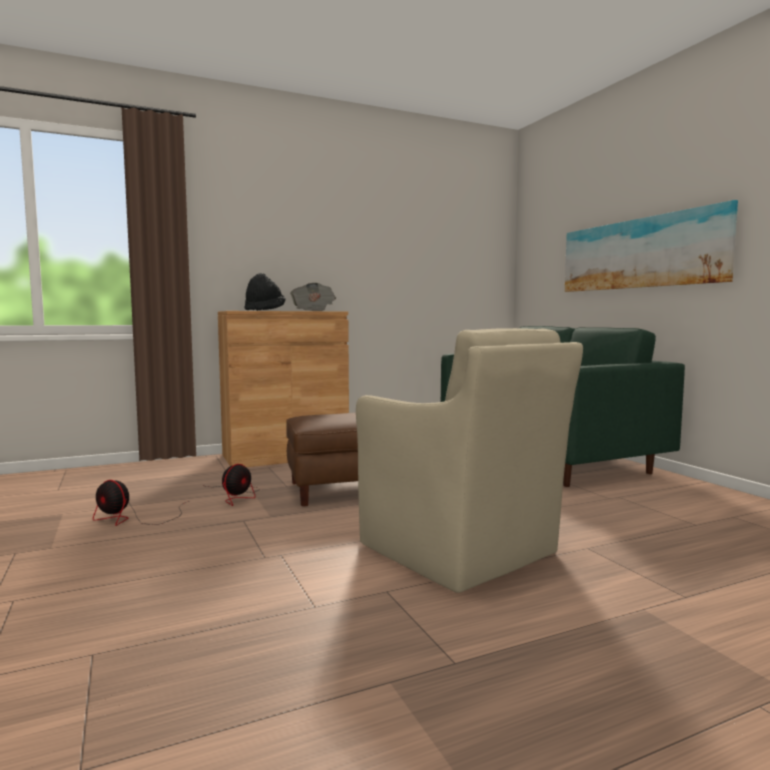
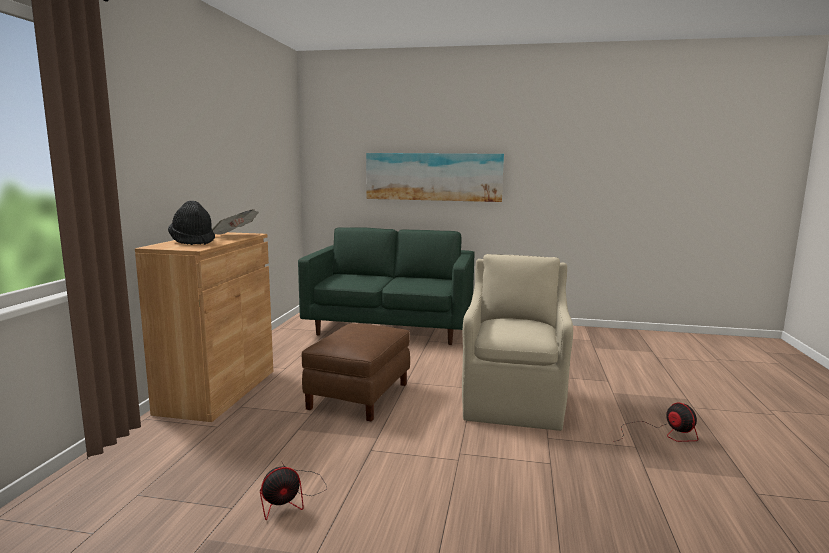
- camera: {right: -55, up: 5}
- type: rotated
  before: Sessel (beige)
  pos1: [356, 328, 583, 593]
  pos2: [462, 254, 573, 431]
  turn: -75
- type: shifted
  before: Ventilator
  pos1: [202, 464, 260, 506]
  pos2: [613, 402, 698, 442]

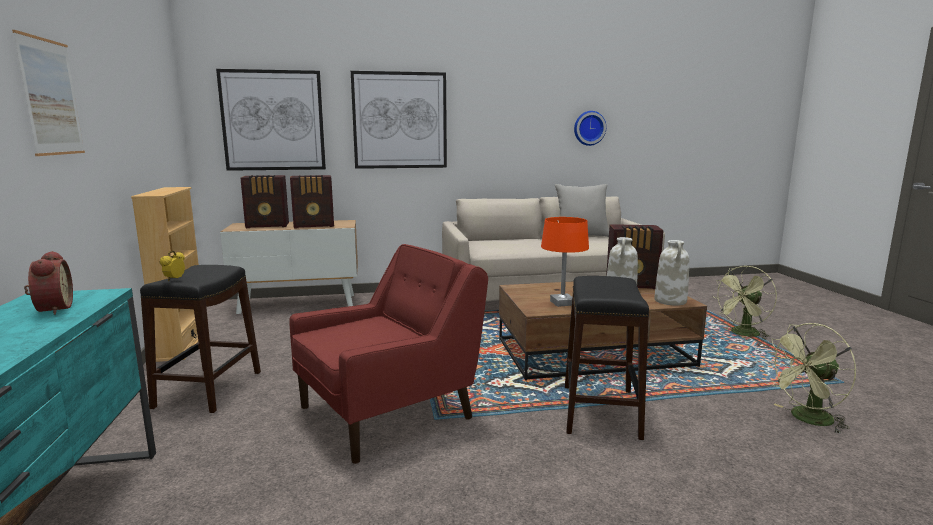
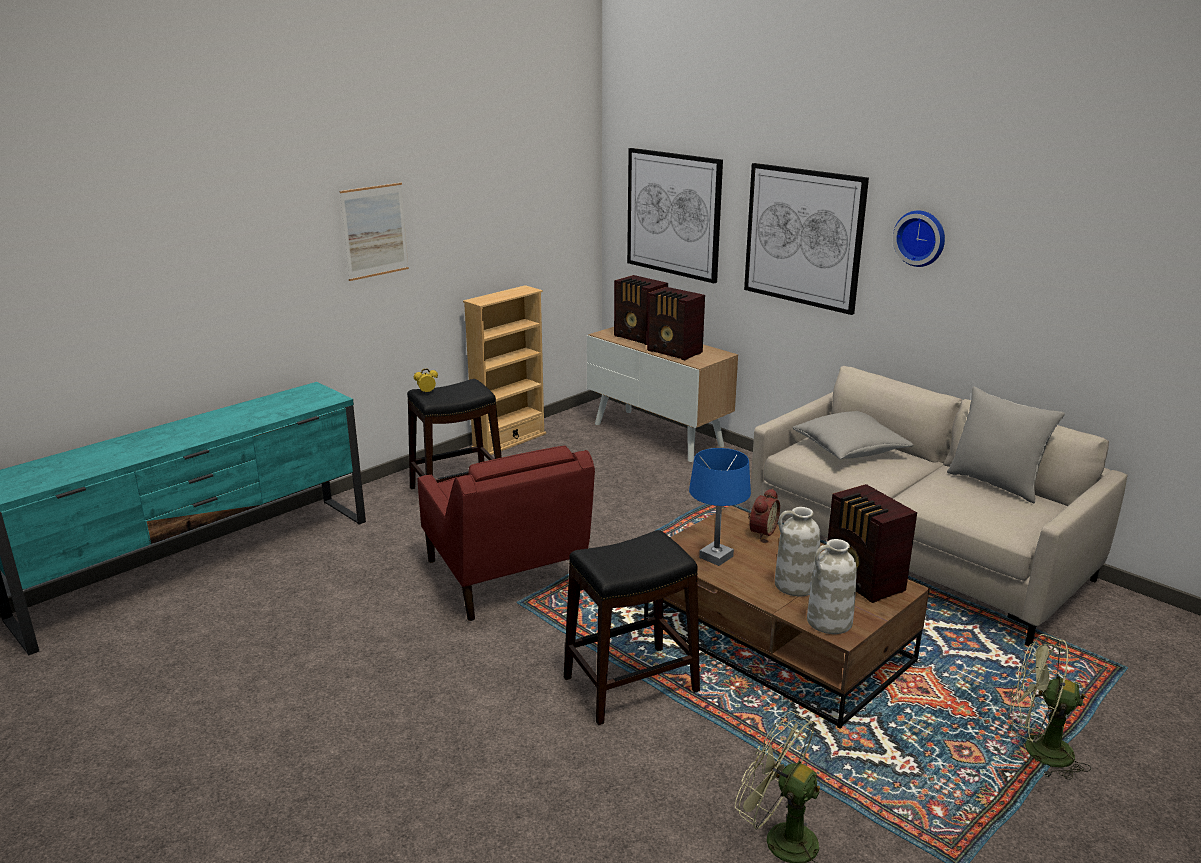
- camera: {right: 55, up: 10}
- type: shifted
  before: Wanduhr
  pos1: [574, 111, 606, 146]
  pos2: [893, 210, 945, 267]
- type: repainted
  before: Tischlampe (orange)
  after: Tischlampe (blau)
  pos1: [541, 217, 589, 307]
  pos2: [689, 448, 751, 566]
- type: rotated
  before: Sessel (rot)
  pos1: [290, 244, 488, 464]
  pos2: [417, 446, 595, 621]
  turn: 45
- type: shifted
  before: Wecker
  pos1: [24, 251, 73, 315]
  pos2: [748, 488, 780, 539]
- type: new
  after: Kissen (grau)
  pos2: [792, 411, 914, 459]

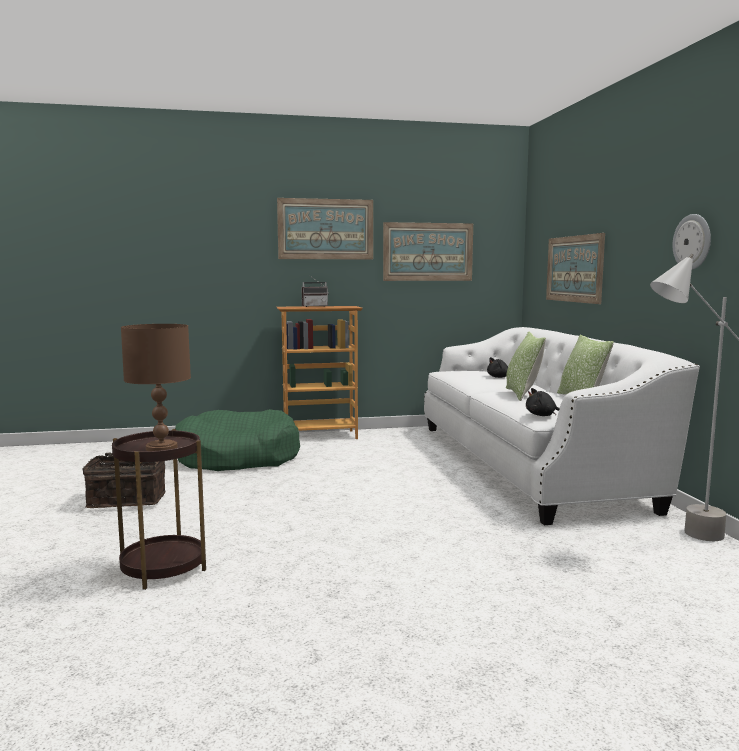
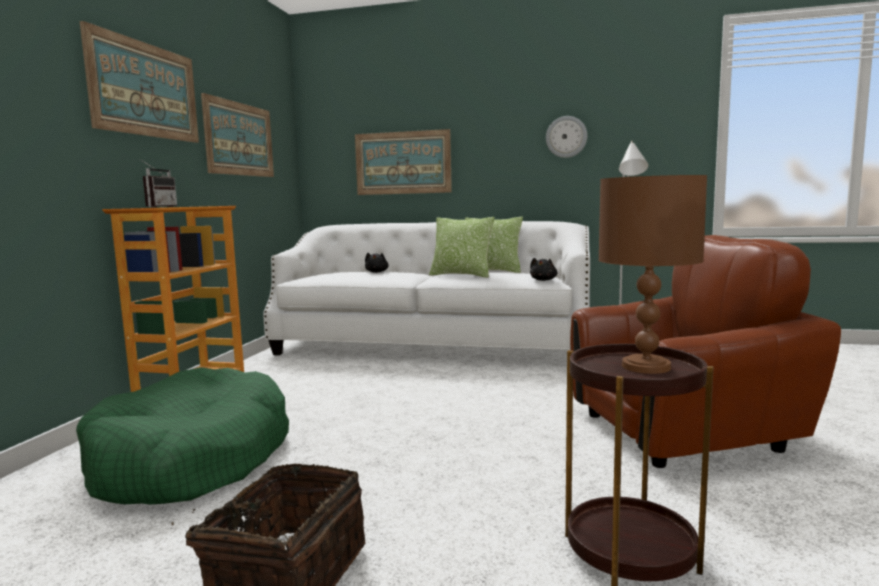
- camera: {right: -65, up: 0}
- type: new
  after: Sessel (braun)
  pos2: [570, 235, 841, 468]

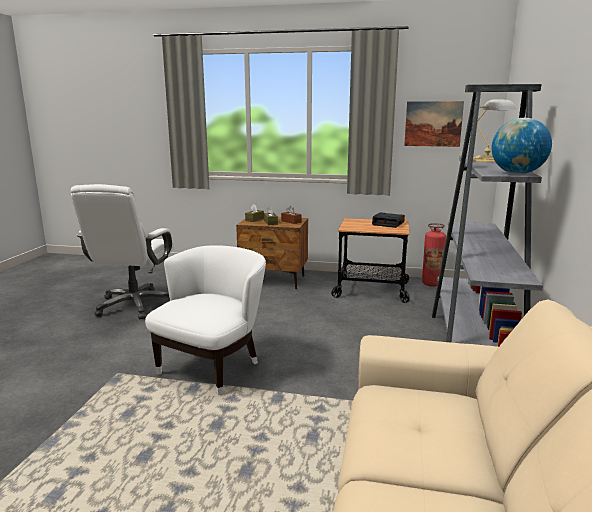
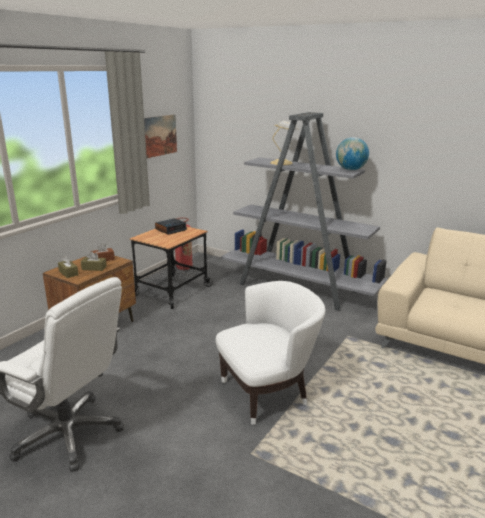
- camera: {right: -70, up: 5}
- type: rotated
  before: Sessel (weiß)
  pos1: [145, 245, 266, 395]
  pos2: [216, 281, 326, 425]
  turn: 105

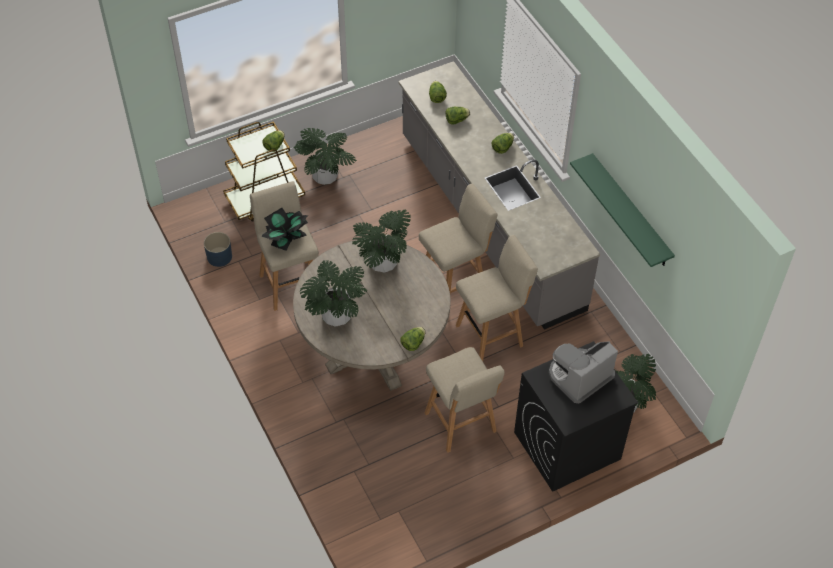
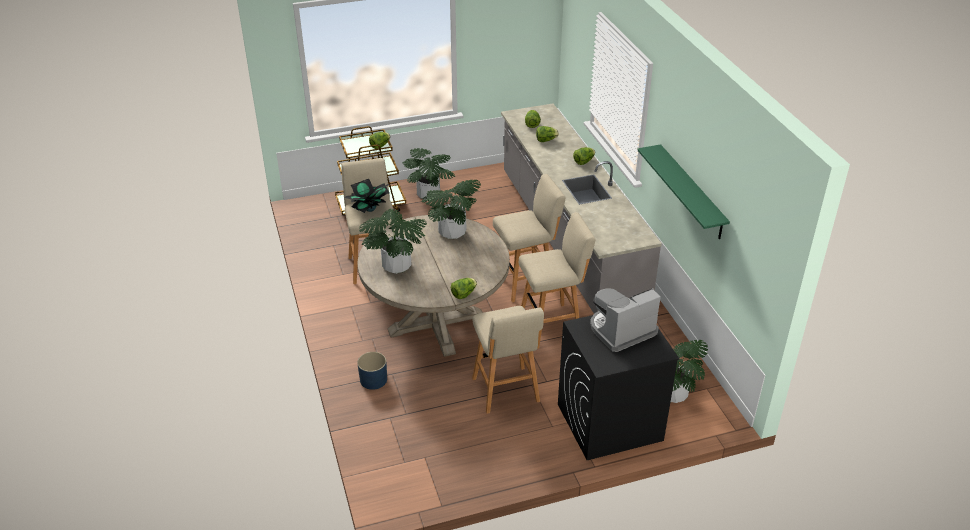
- camera: {right: 10, up: -15}
- type: shifted
  before: Pflanzkübel (blau)
  pos1: [204, 232, 232, 267]
  pos2: [357, 352, 387, 390]

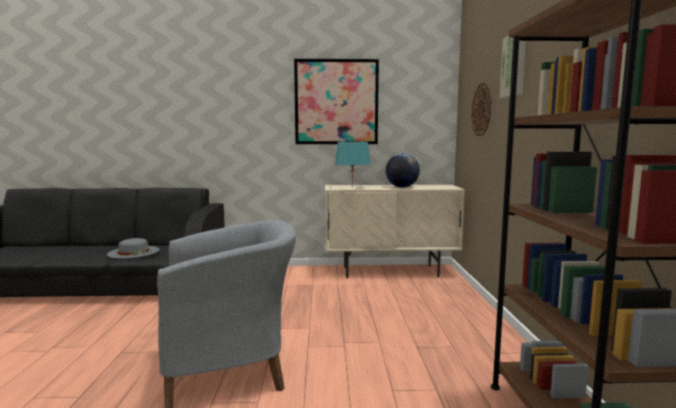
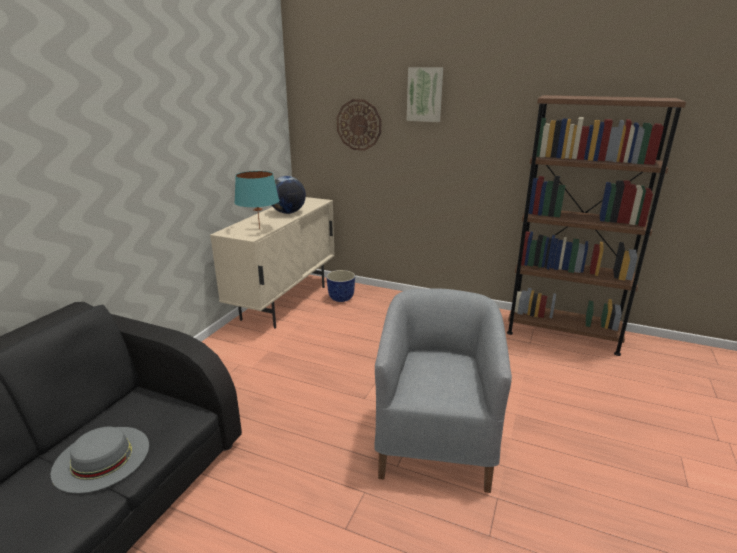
- camera: {right: -65, up: 15}
- type: gone
  before: Bild
  pos1: [294, 59, 379, 144]
- type: new
  after: Pflanzkübel
  pos2: [326, 270, 355, 302]

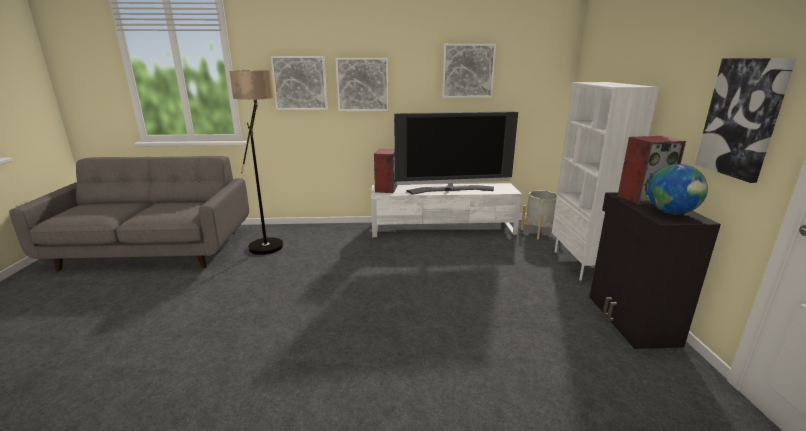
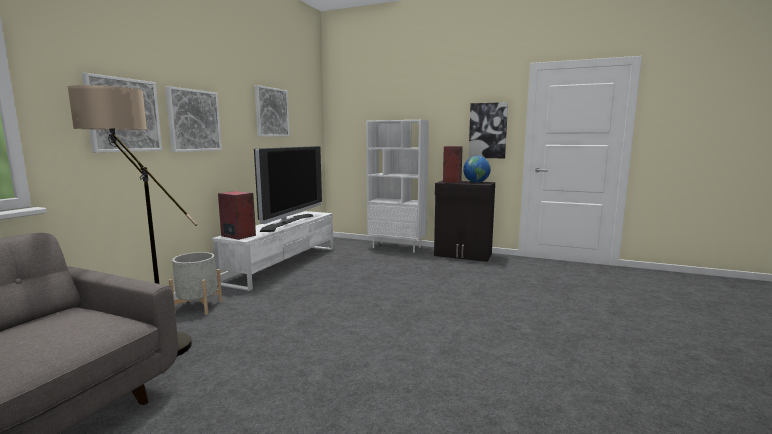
- camera: {right: -65, up: -10}
- type: shifted
  before: Pflanzkübel (grau)
  pos1: [521, 191, 557, 239]
  pos2: [169, 252, 222, 315]

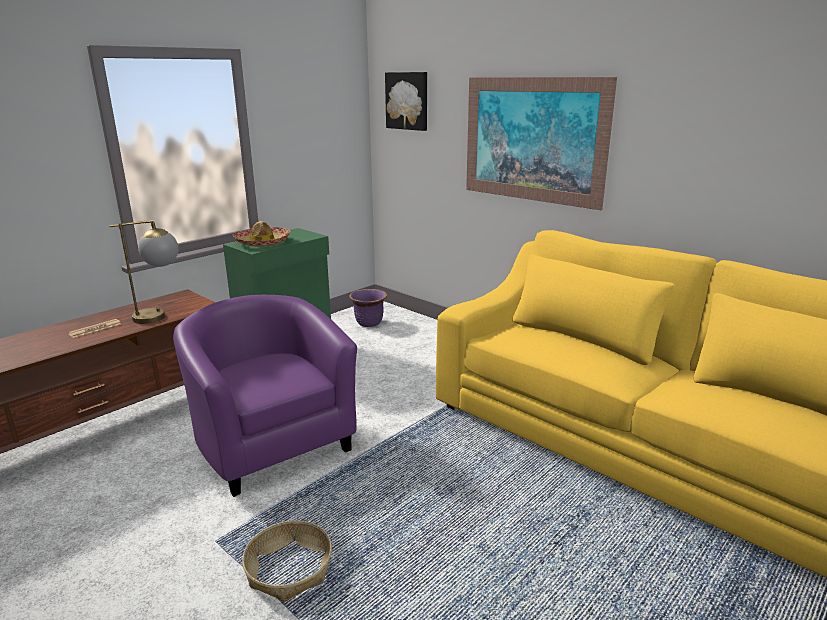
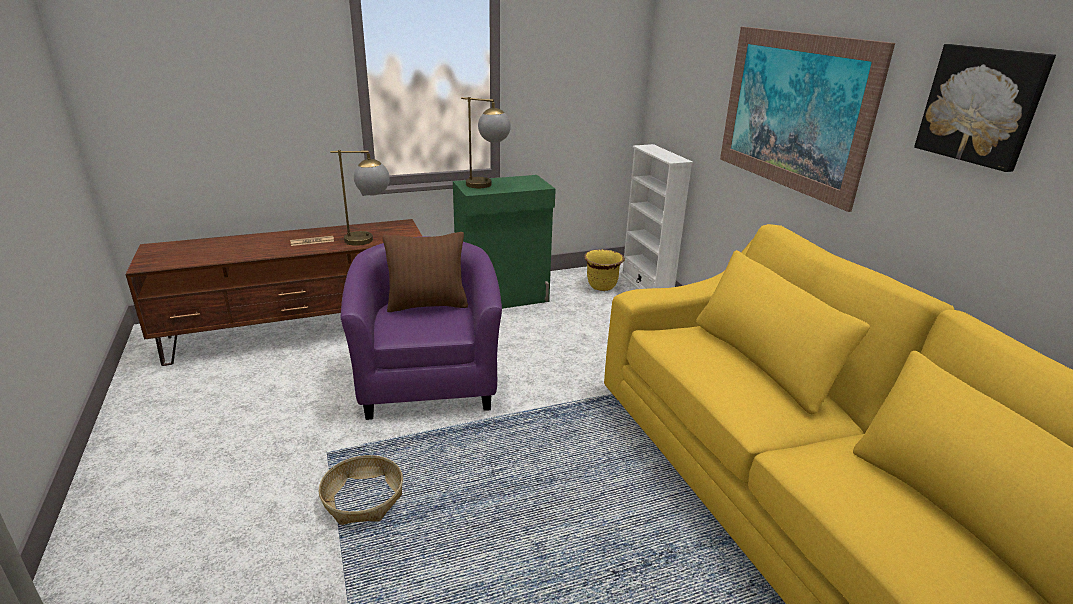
- camera: {right: 25, up: 5}
- type: shifted
  before: Bild
  pos1: [385, 72, 427, 131]
  pos2: [914, 44, 1056, 172]
- type: swapped
  before: Hut
  after: Tischlampe
  pos1: [233, 221, 291, 247]
  pos2: [461, 97, 511, 188]
- type: repainted
  before: Pflanzkübel (lila)
  after: Pflanzkübel (gelb)
  pos1: [350, 289, 387, 327]
  pos2: [584, 249, 625, 291]
- type: new
  after: Bücherregal (weiß)
  pos2: [621, 144, 693, 289]
- type: new
  after: Kissen (braun)
  pos2: [383, 232, 468, 312]

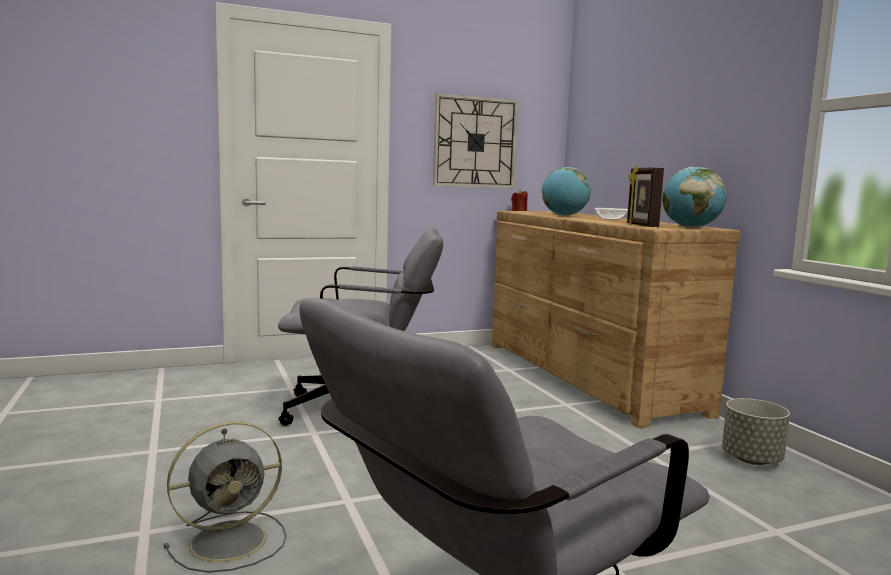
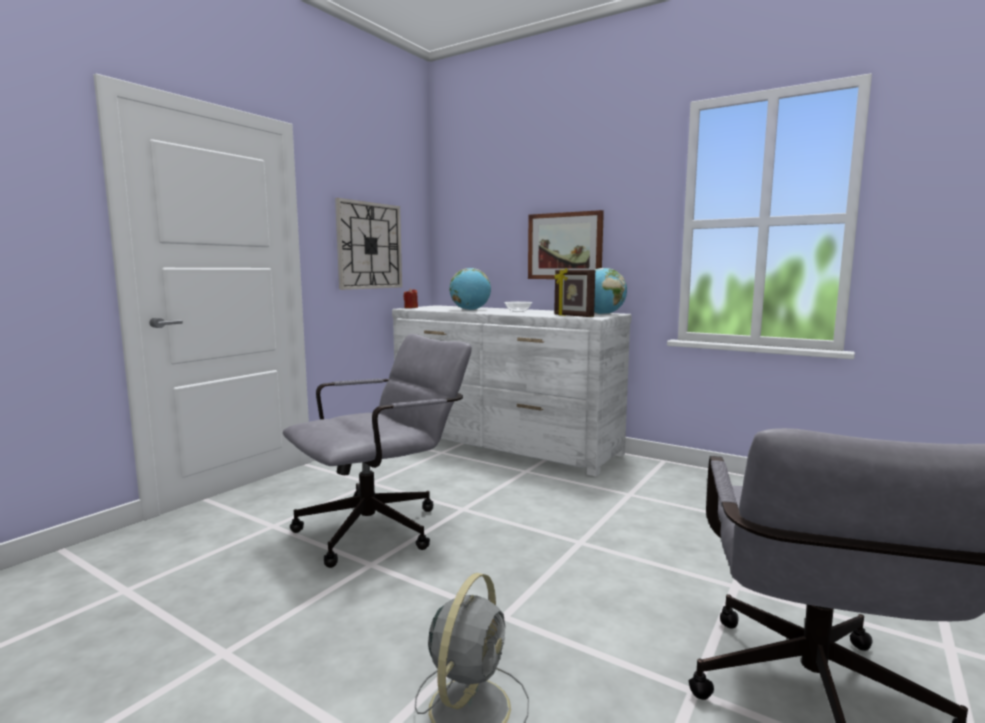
- camera: {right: -35, up: 0}
- type: repainted
  before: Kommode (braun)
  after: Kommode (weiß)
  pos1: [492, 211, 740, 428]
  pos2: [392, 305, 632, 476]
- type: gone
  before: Pflanzkübel (grau)
  pos1: [722, 398, 790, 465]
- type: new
  after: Bild
  pos2: [528, 210, 604, 279]

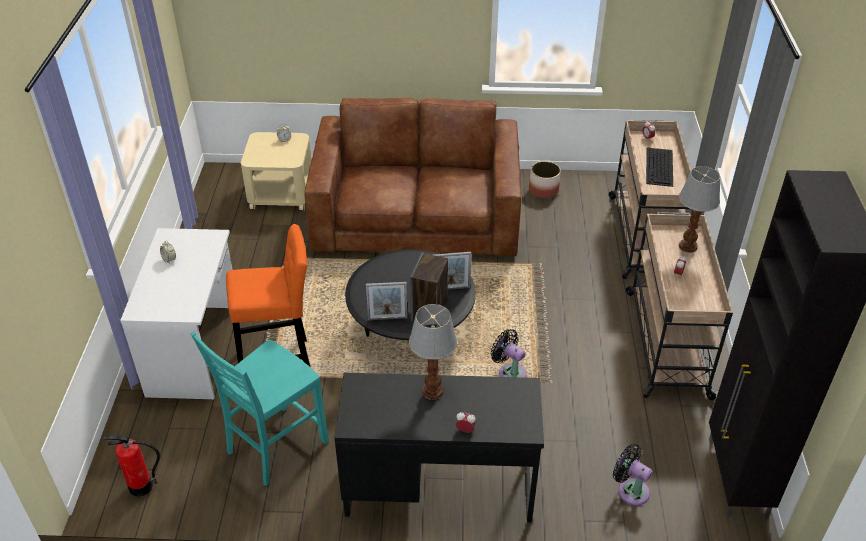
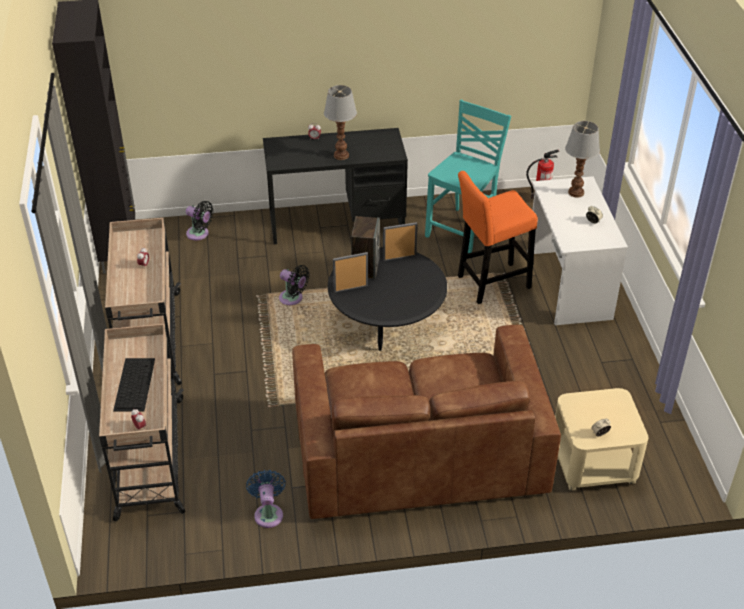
- camera: {right: 170, up: 0}
- type: swapped
  before: Pflanzkübel
  after: Ventilator (blau)
  pos1: [529, 161, 561, 198]
  pos2: [246, 470, 286, 528]
- type: shifted
  before: Tischlampe
  pos1: [679, 166, 720, 253]
  pos2: [565, 121, 600, 198]

